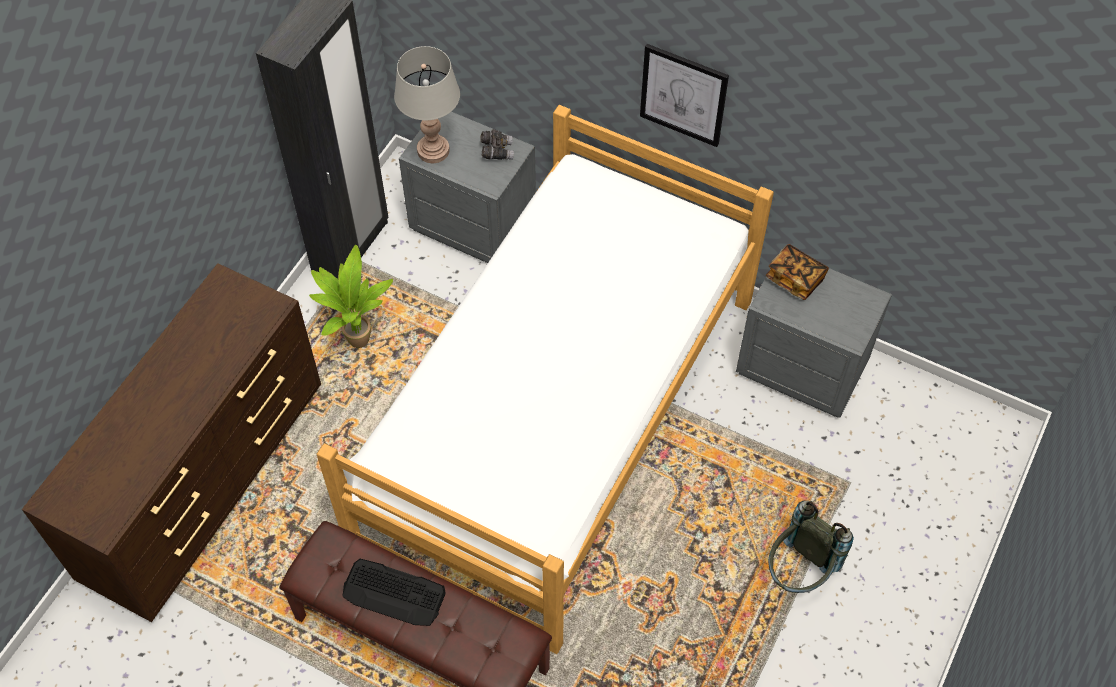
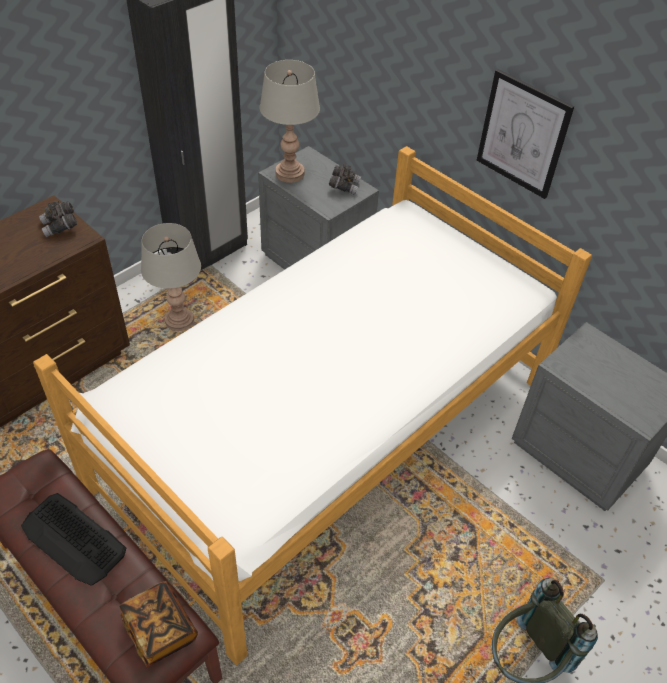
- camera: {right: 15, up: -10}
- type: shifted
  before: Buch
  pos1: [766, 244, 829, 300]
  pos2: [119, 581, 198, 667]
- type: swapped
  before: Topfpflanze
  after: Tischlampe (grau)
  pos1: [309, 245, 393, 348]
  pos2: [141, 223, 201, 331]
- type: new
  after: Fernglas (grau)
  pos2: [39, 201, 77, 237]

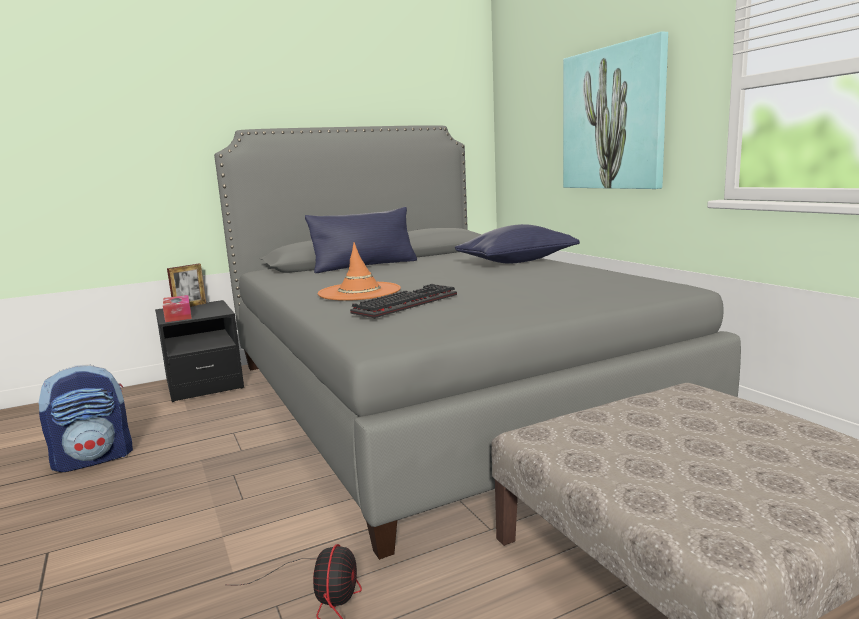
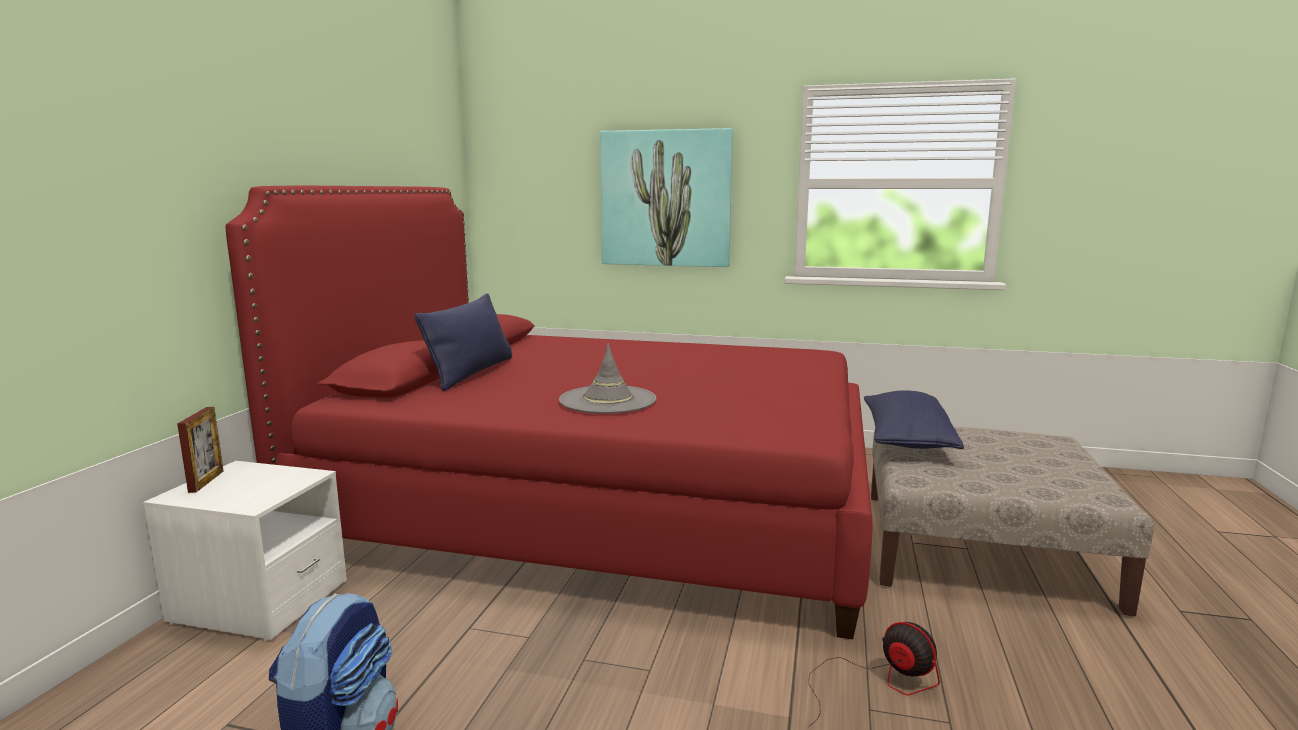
- camera: {right: -50, up: 0}
- type: repainted
  before: Bett (grau)
  after: Bett (rot)
  pos1: [214, 125, 741, 560]
  pos2: [225, 186, 872, 639]
- type: shifted
  before: Kissen (blau)
  pos1: [455, 224, 580, 264]
  pos2: [864, 390, 964, 449]
- type: repainted
  before: Hut (orange)
  after: Hut (grau)
  pos1: [318, 242, 401, 301]
  pos2: [559, 343, 656, 414]
- type: gone
  before: Tastatur
  pos1: [350, 284, 457, 318]
- type: gone
  before: Taschentuchbox
  pos1: [163, 295, 192, 322]
- type: repainted
  before: Nachttisch (schwarz)
  after: Nachttisch (weiß)
  pos1: [155, 300, 244, 402]
  pos2: [143, 461, 347, 641]

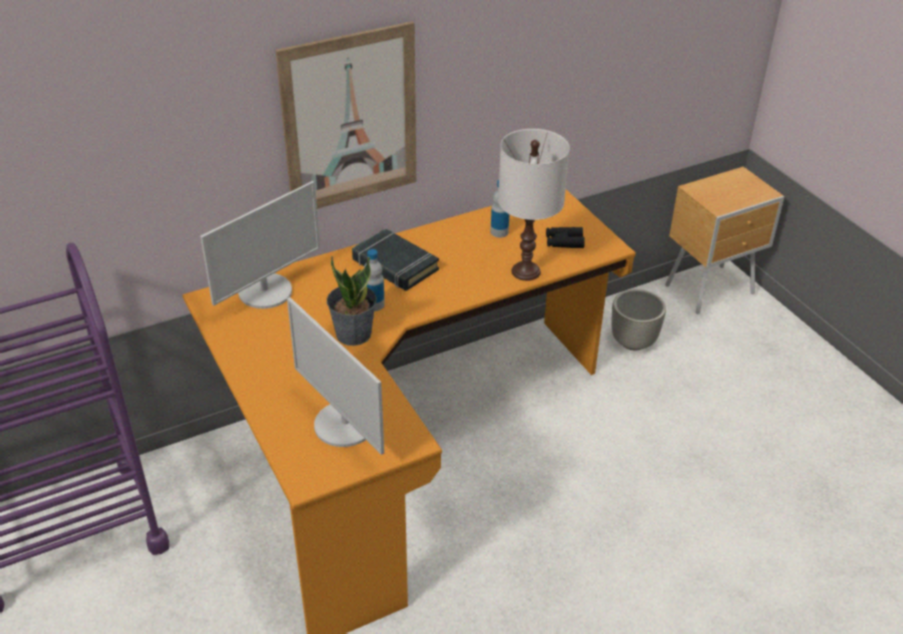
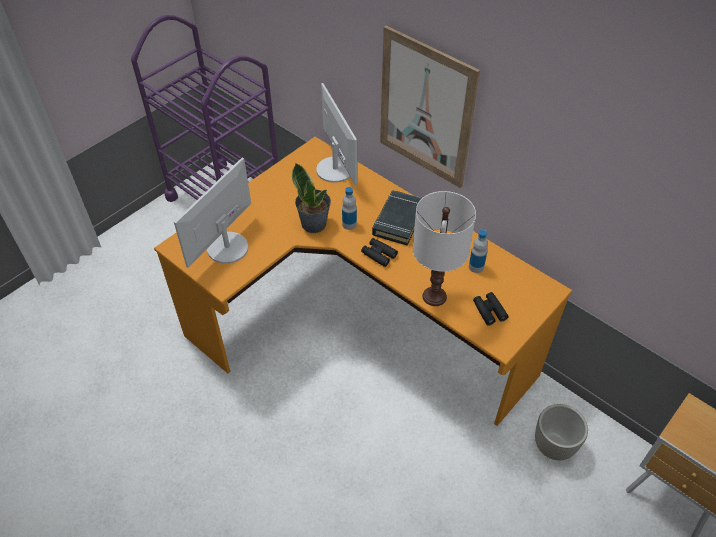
- camera: {right: 70, up: 10}
- type: rotated
  before: Monitor
  pos1: [200, 181, 320, 309]
  pos2: [316, 83, 357, 186]
  turn: -135
- type: new
  after: Fernglas (schwarz)
  pos2: [361, 238, 398, 267]

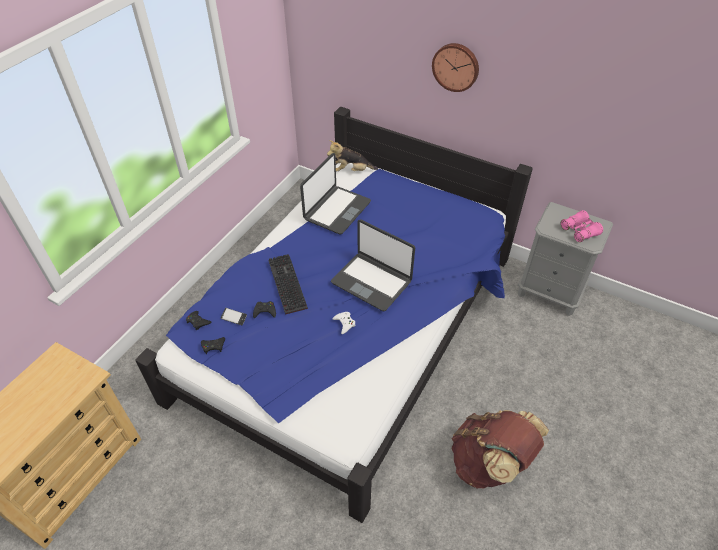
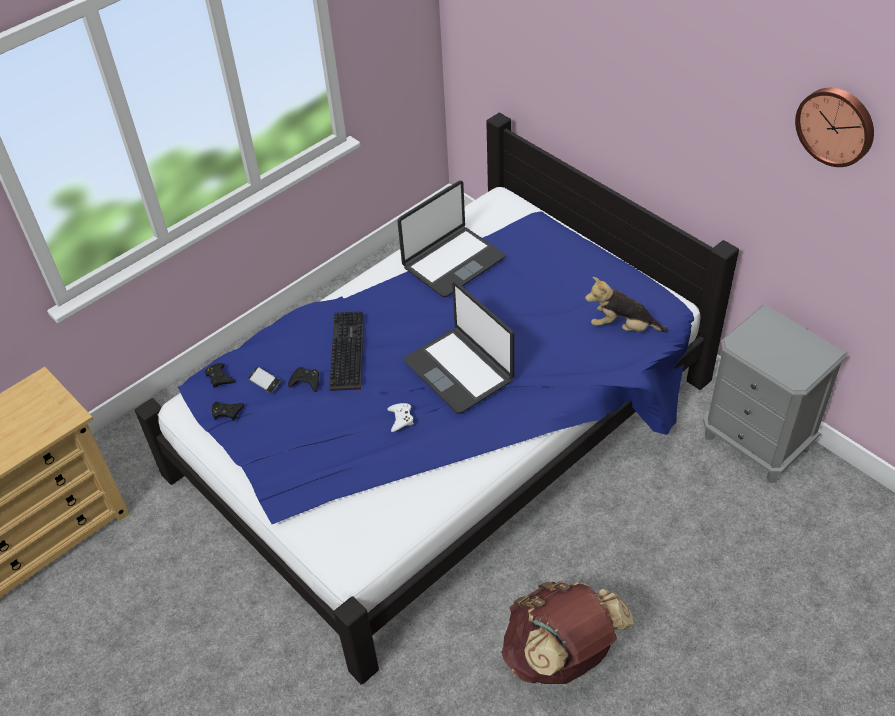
- camera: {right: 20, up: 0}
- type: shifted
  before: Wanduhr
  pos1: [432, 43, 479, 92]
  pos2: [795, 88, 874, 167]
- type: shifted
  before: Plüschtier
  pos1: [327, 140, 378, 172]
  pos2: [585, 277, 669, 332]
- type: gone
  before: Fernglas (rosa)
  pos1: [561, 210, 603, 242]

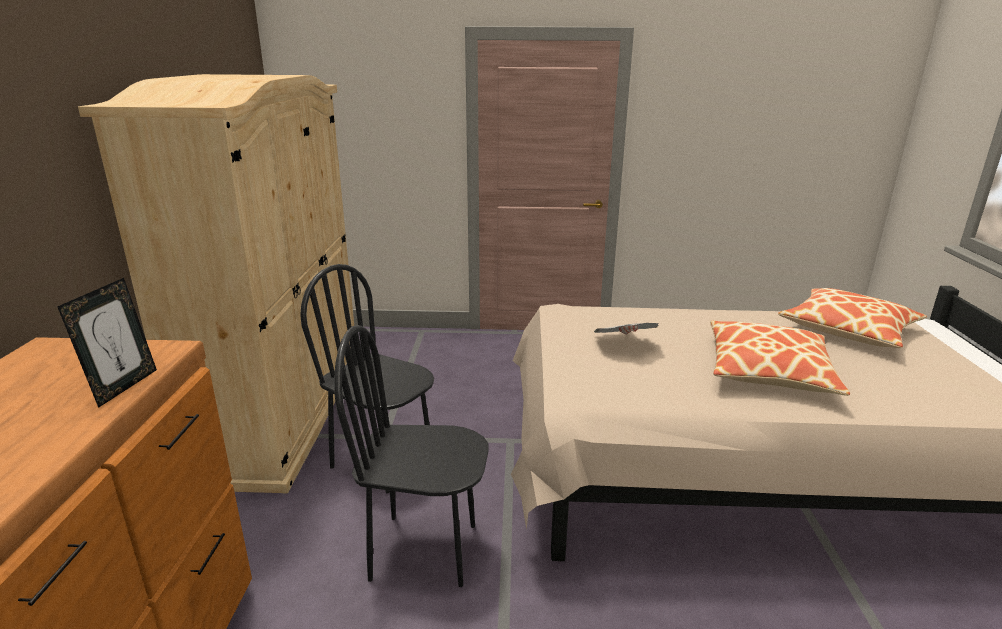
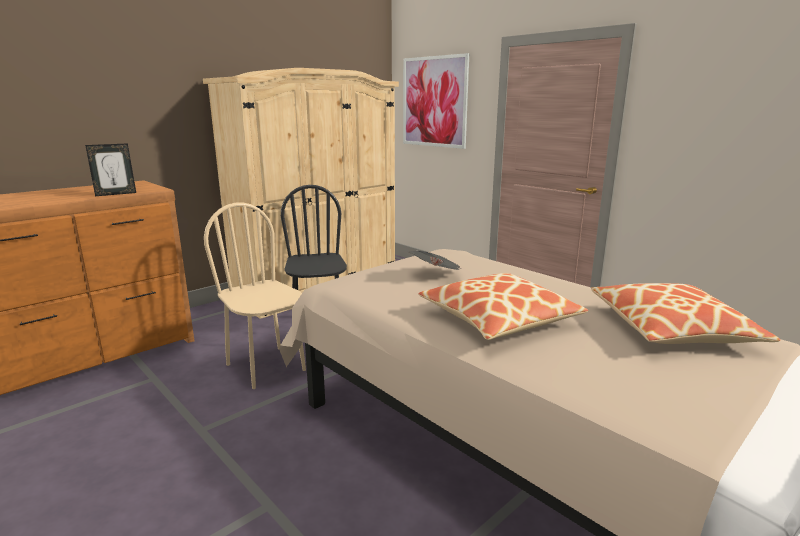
- camera: {right: 45, up: -5}
- type: repainted
  before: Stuhl (schwarz)
  after: Stuhl (beige)
  pos1: [334, 325, 489, 587]
  pos2: [204, 203, 306, 389]
- type: new
  after: Bild
  pos2: [403, 53, 469, 149]

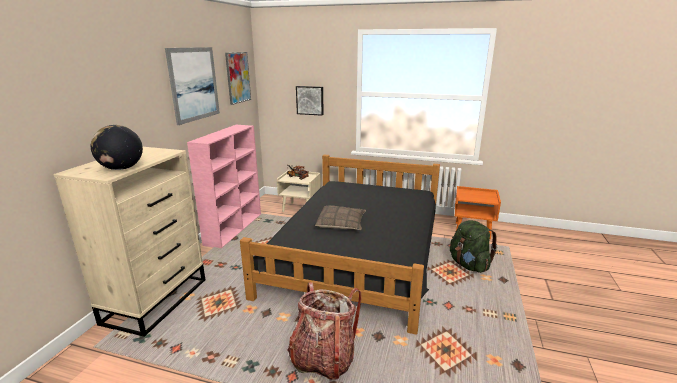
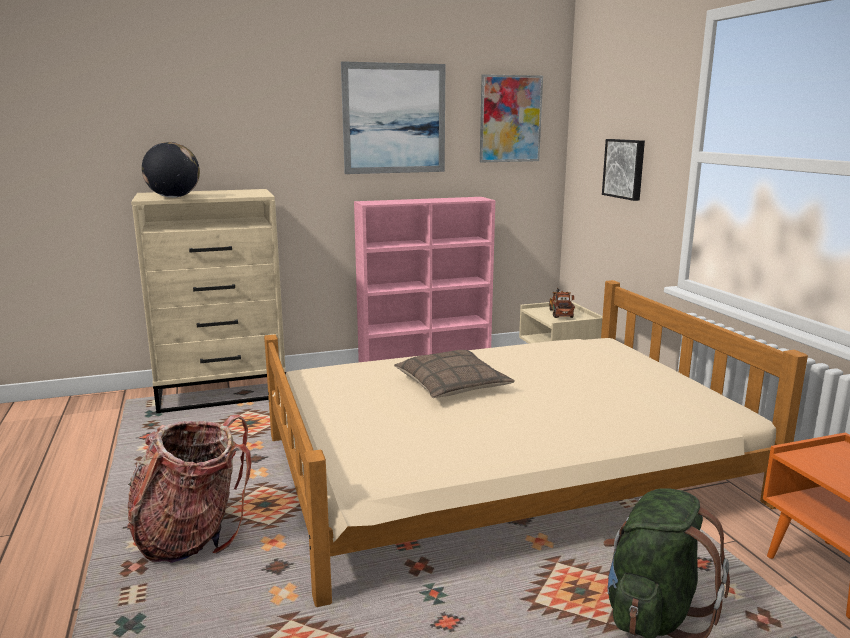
- camera: {right: 55, up: -5}
- type: repainted
  before: Bett (schwarz)
  after: Bett (beige)
  pos1: [240, 154, 440, 335]
  pos2: [264, 280, 808, 607]

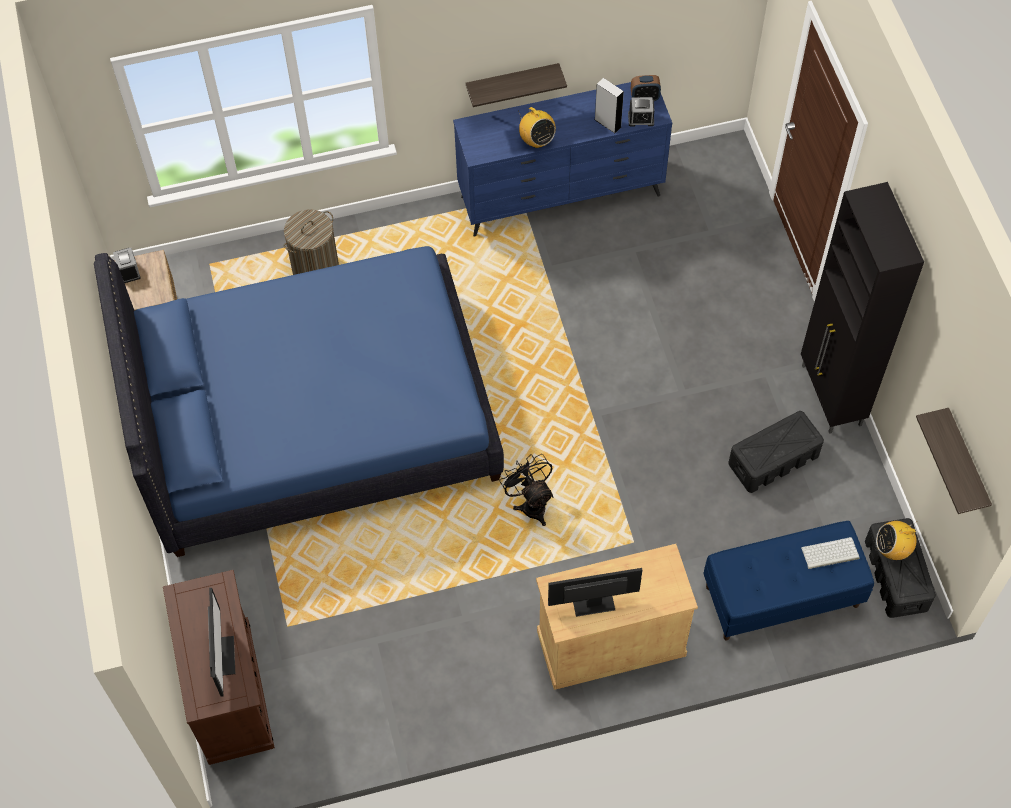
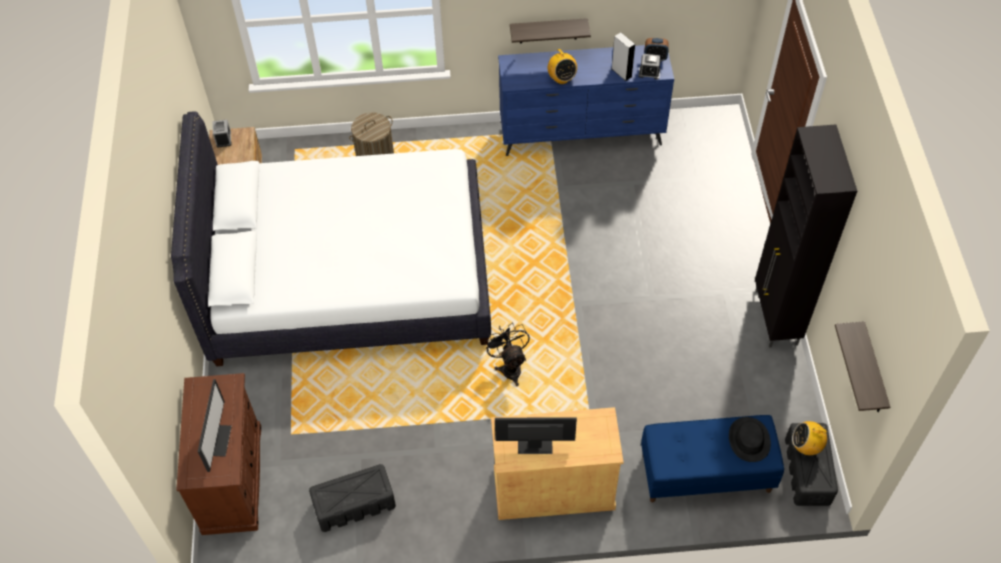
- camera: {right: 10, up: -5}
- type: repainted
  before: Bett (blau)
  after: Bett (weiß)
  pos1: [94, 246, 504, 557]
  pos2: [171, 111, 491, 366]
- type: shifted
  before: Aufbewahrungsbox (schwarz)
  pos1: [728, 411, 824, 493]
  pos2: [309, 464, 396, 532]
- type: swapped
  before: Tastatur
  after: Hut (schwarz)
  pos1: [801, 537, 859, 569]
  pos2: [729, 417, 771, 462]

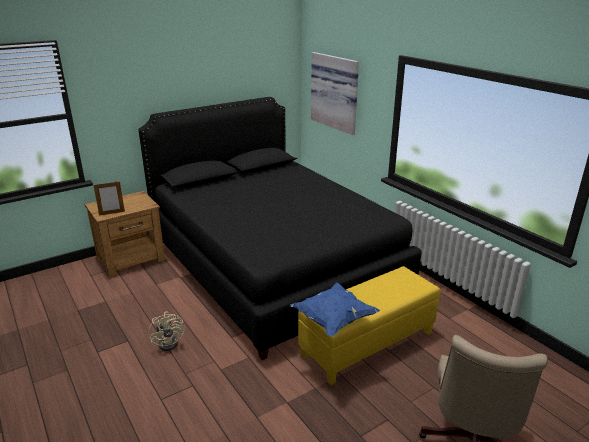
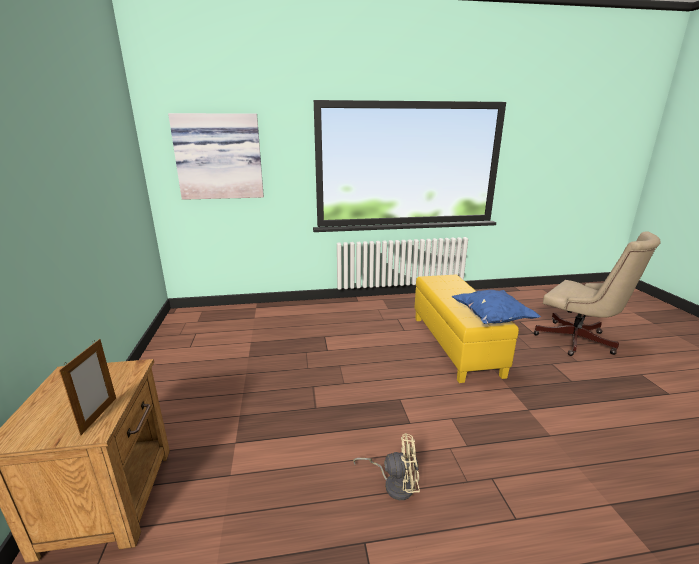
- camera: {right: -65, up: -5}
- type: gone
  before: Bett (schwarz)
  pos1: [138, 97, 422, 360]

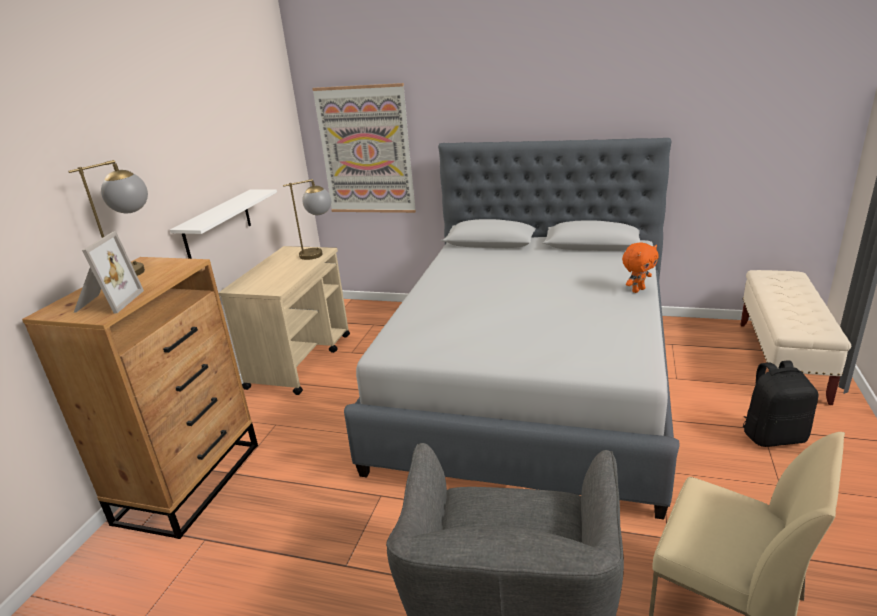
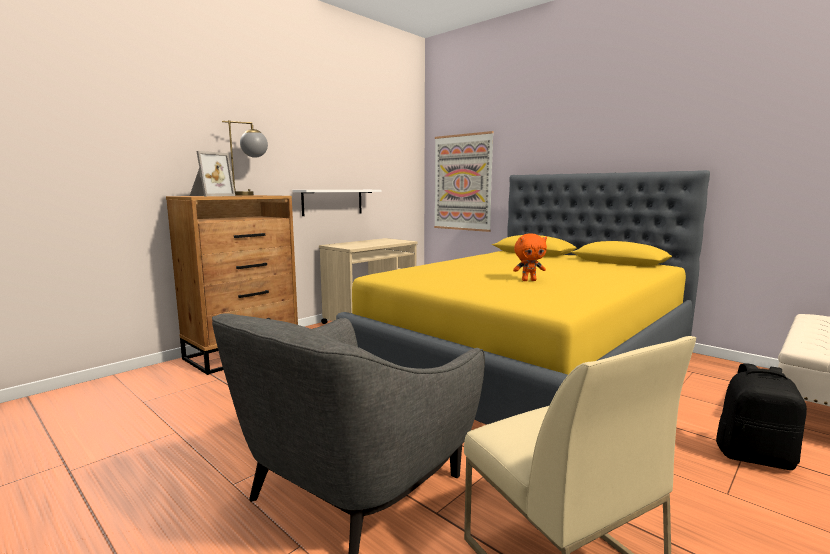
- camera: {right: 25, up: -15}
- type: repainted
  before: Bett (grau)
  after: Bett (gelb)
  pos1: [344, 138, 680, 520]
  pos2: [336, 170, 710, 425]
- type: gone
  before: Tischlampe
  pos1: [283, 179, 331, 260]
- type: shifted
  before: Plüschtier (orange)
  pos1: [622, 242, 659, 293]
  pos2: [513, 234, 547, 281]

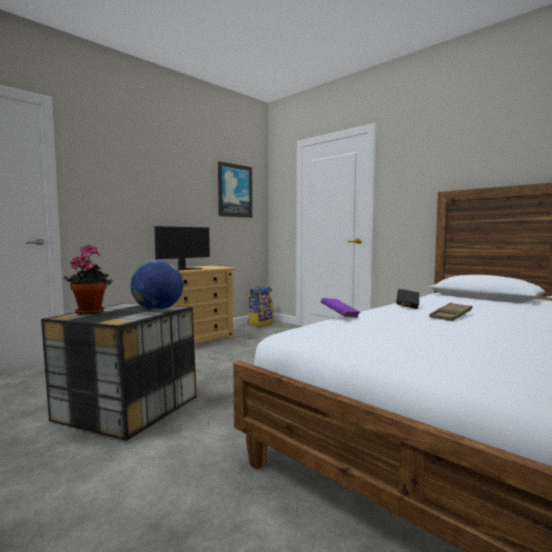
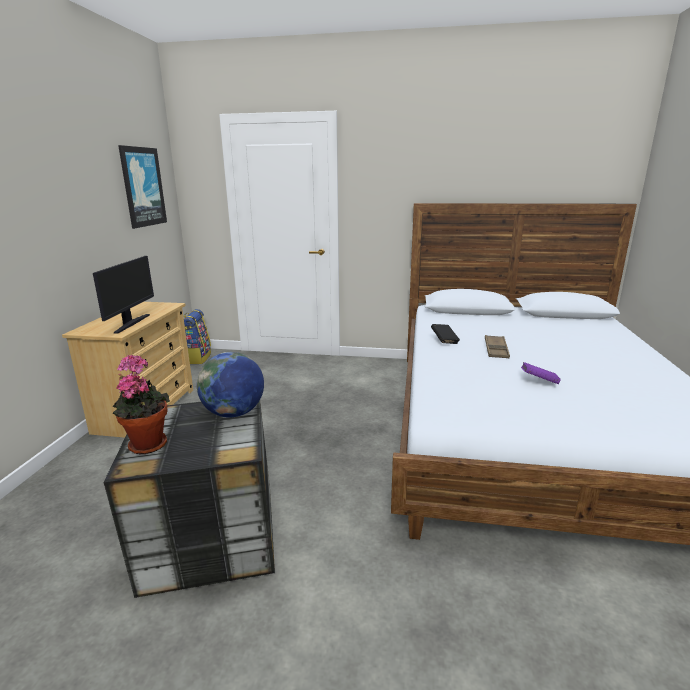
- camera: {right: -35, up: 15}
- type: shifted
  before: Buch (lila)
  pos1: [321, 298, 360, 318]
  pos2: [521, 362, 561, 384]

